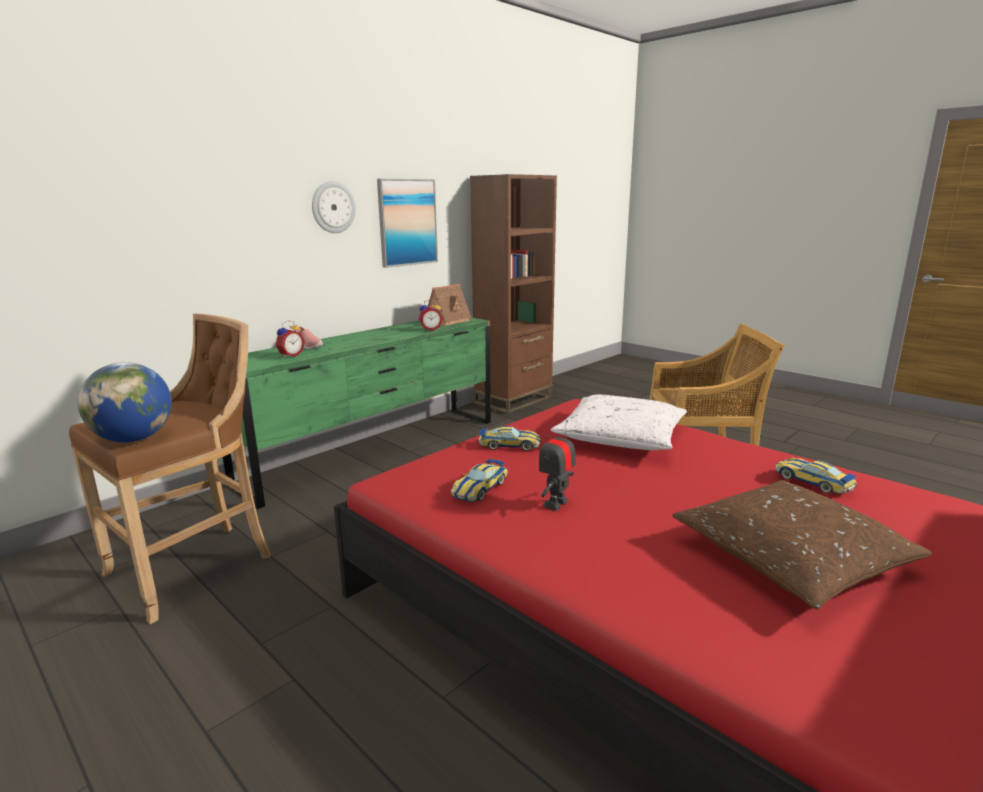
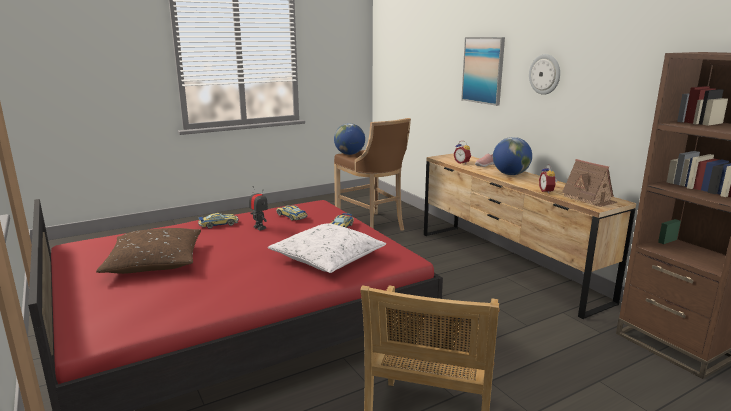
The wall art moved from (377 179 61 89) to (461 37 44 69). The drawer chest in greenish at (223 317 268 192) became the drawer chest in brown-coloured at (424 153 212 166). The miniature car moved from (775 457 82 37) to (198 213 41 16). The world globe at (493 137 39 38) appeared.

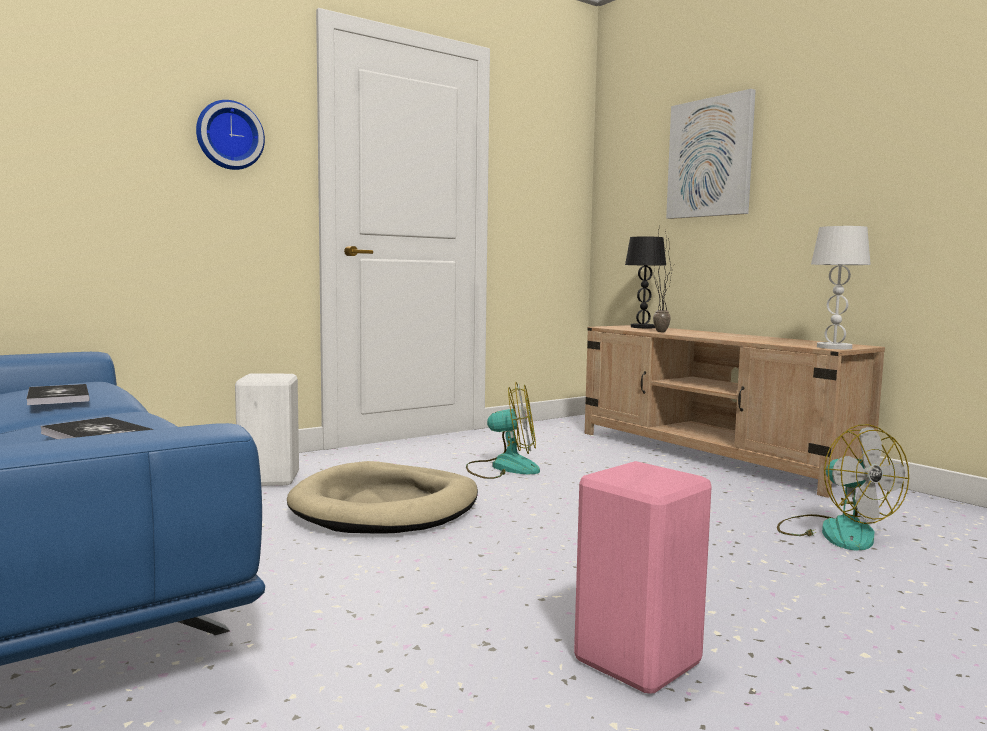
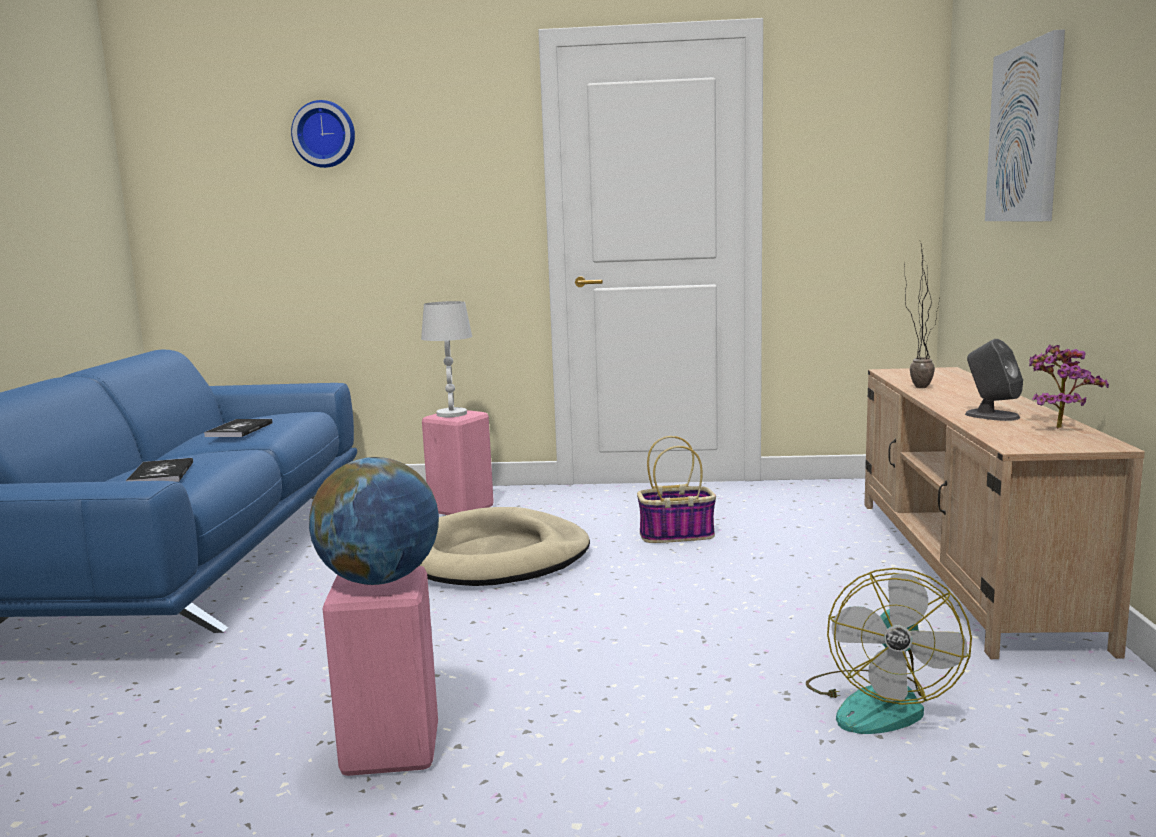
The clock on the wall moved from (196 100 69 70) to (291 100 64 68). The table lamp in whitish moved from (811 226 60 123) to (421 301 51 116). The table lamp in black-coloured at (625 237 41 91) disappeared. The stool seat in whitish at (235 374 64 112) became the stool seat in pinkish at (422 410 72 105). The fan at (466 382 74 97) was replaced by the basket at (637 436 79 107). The audio speaker in gray at (965 339 58 82) appeared. The plant in a pot at (1029 344 80 85) appeared. The world globe at (309 457 130 128) appeared.

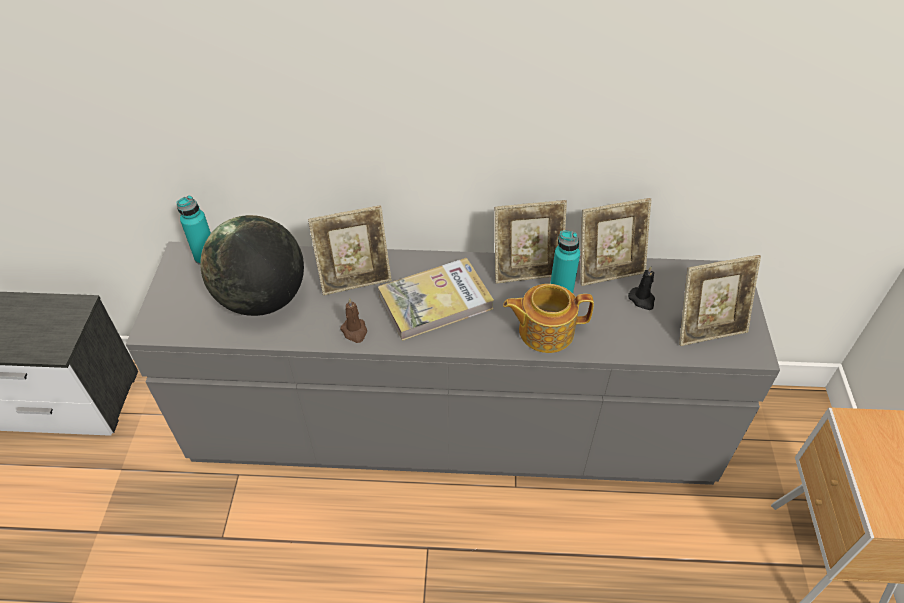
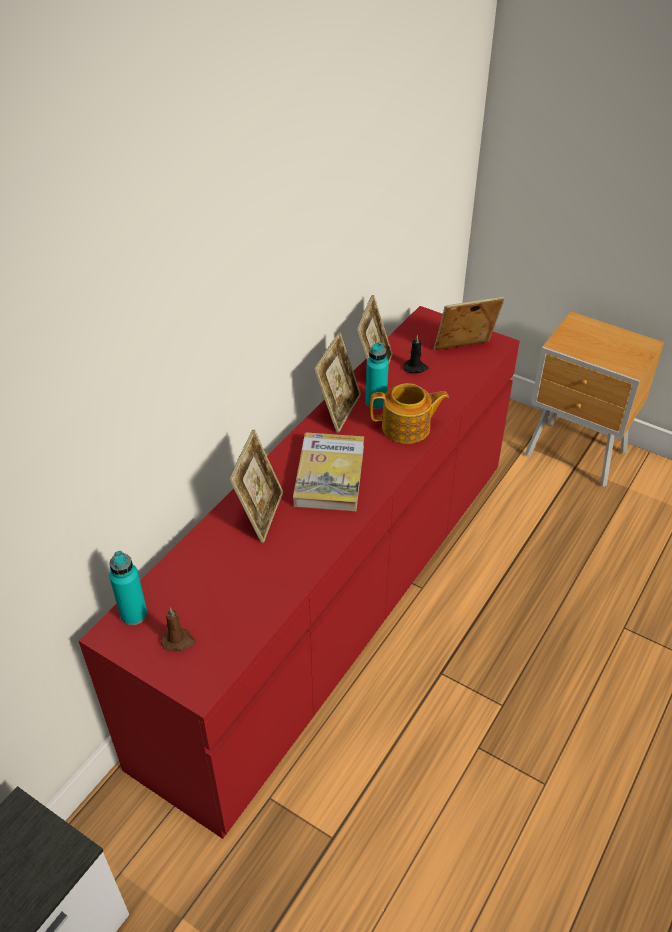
The world globe at (200 215 104 101) disappeared. The drawer chest in gray at (126 242 654 243) became the drawer chest in reddish at (79 306 441 533). The photo frame at (679 255 82 91) turned 120 degrees counterclockwise. The tea pot at (503 284 91 69) turned 120 degrees counterclockwise. The candle in brown-coloured moved from (340 298 27 45) to (161 607 35 44).

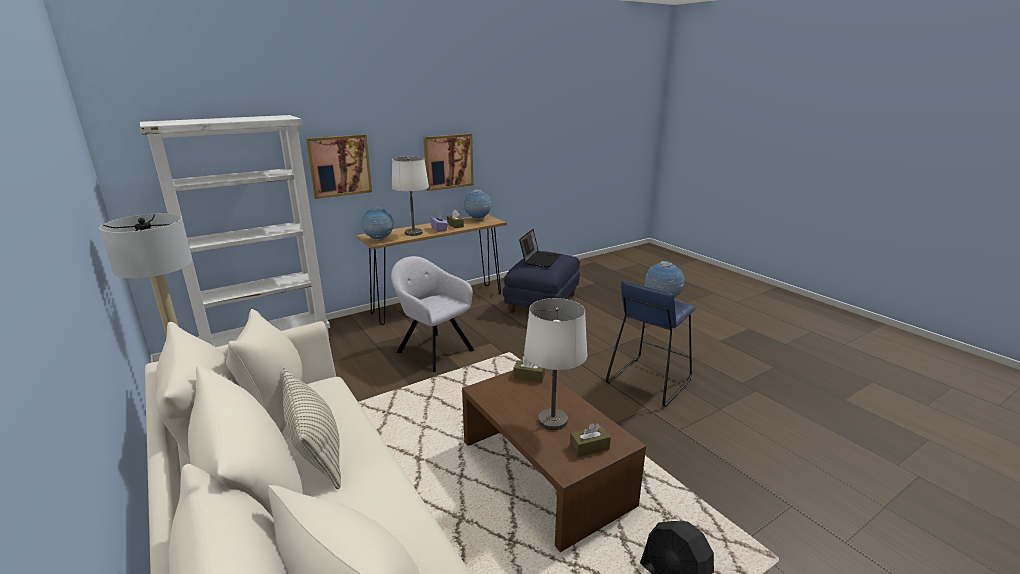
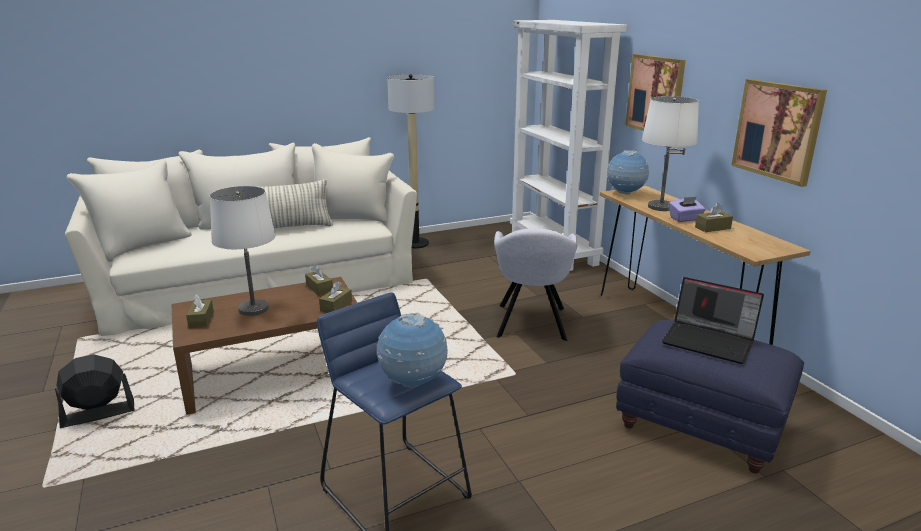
The world globe at (464 190 28 30) disappeared. The lounge chair in gray at (391 256 83 116) turned 135 degrees clockwise. The box of tissues in brown-coloured at (305 265 28 31) appeared.

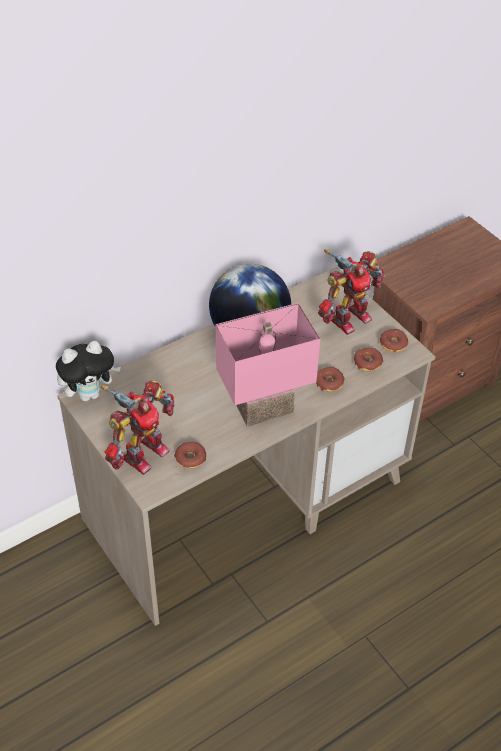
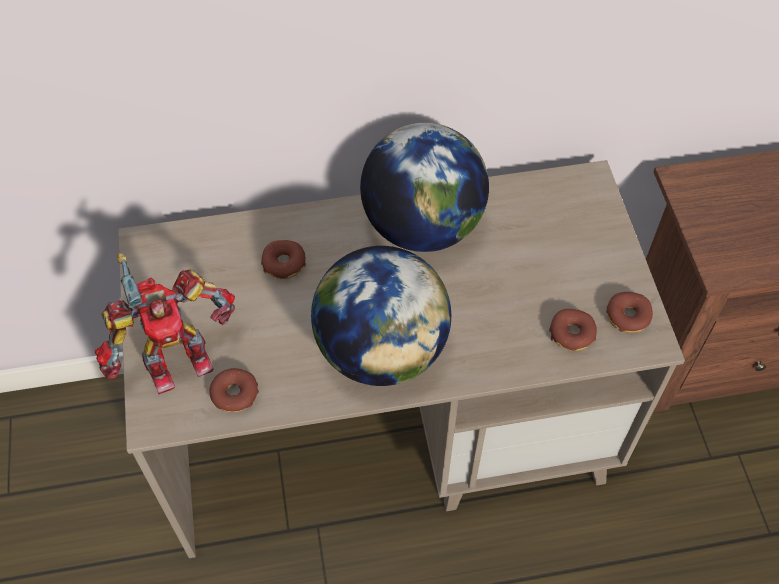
The toy robot at (318 249 66 86) disappeared. The table lamp in pinkish at (216 303 104 124) was replaced by the world globe at (311 246 140 140). The soft toy at (56 341 65 60) disappeared. The ring doughnut moved from (316 367 29 25) to (261 240 45 39).

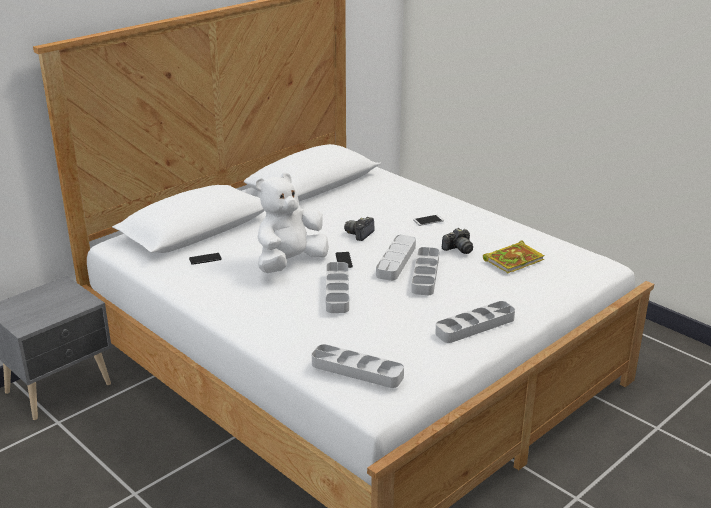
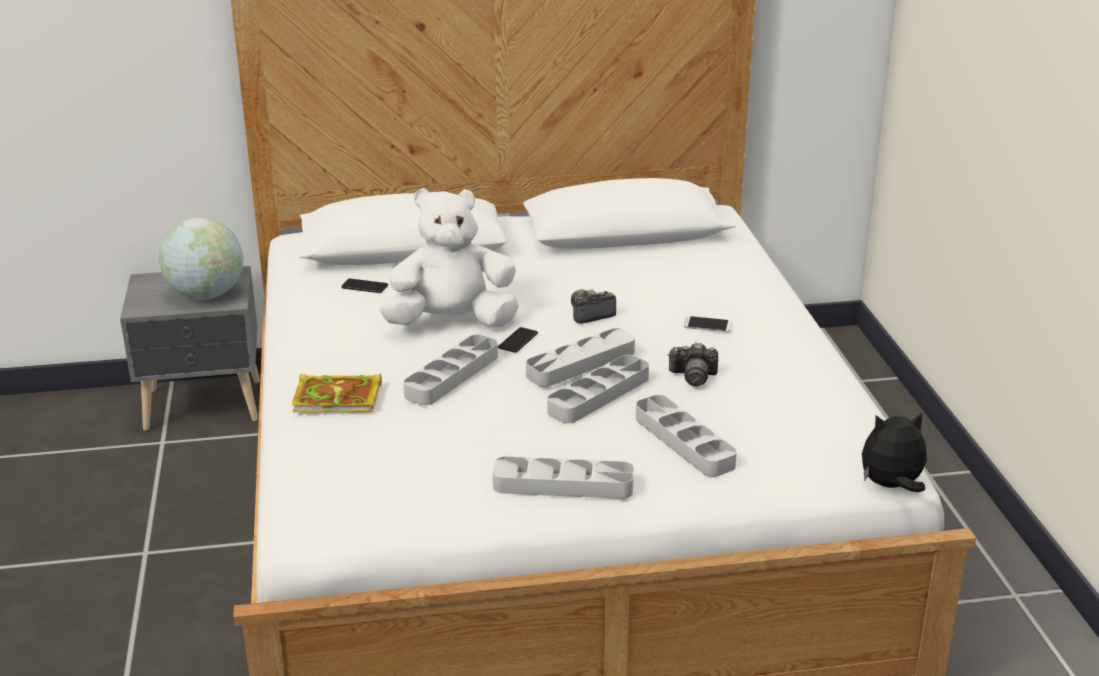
The volume moved from (483 240 62 33) to (292 374 90 39). The carrying tray in gray moved from (312 344 92 44) to (636 395 101 82). The world globe at (159 218 84 82) appeared. The soft toy at (862 412 65 80) appeared.

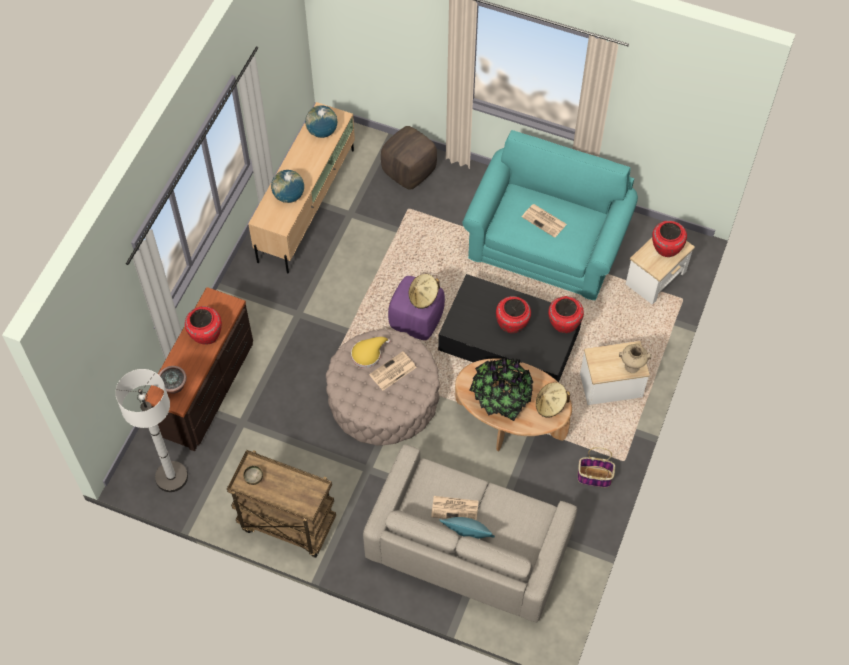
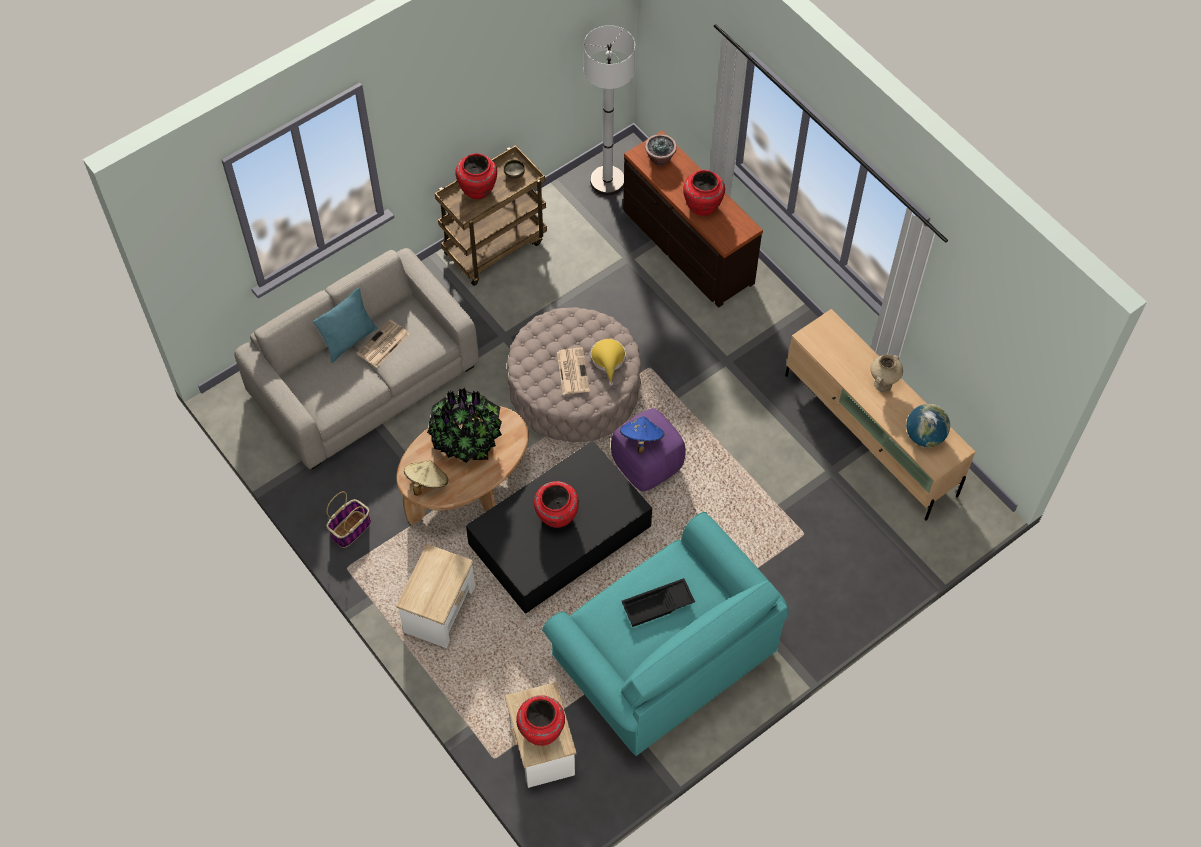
The ottoman in brown-coloured at (381 126 56 64) disappeared. The world globe at (271 170 33 33) disappeared. The newspaper at (522 204 45 34) was replaced by the carrying tray in black-coloured at (621 578 74 49). The wearable hat in sand-coloured at (409 274 31 35) became the wearable hat in blue at (620 416 45 38). The flower vase in reddish moved from (548 296 36 37) to (456 153 41 46). The flower vase in sand-coloured moved from (619 344 32 29) to (870 354 33 38).

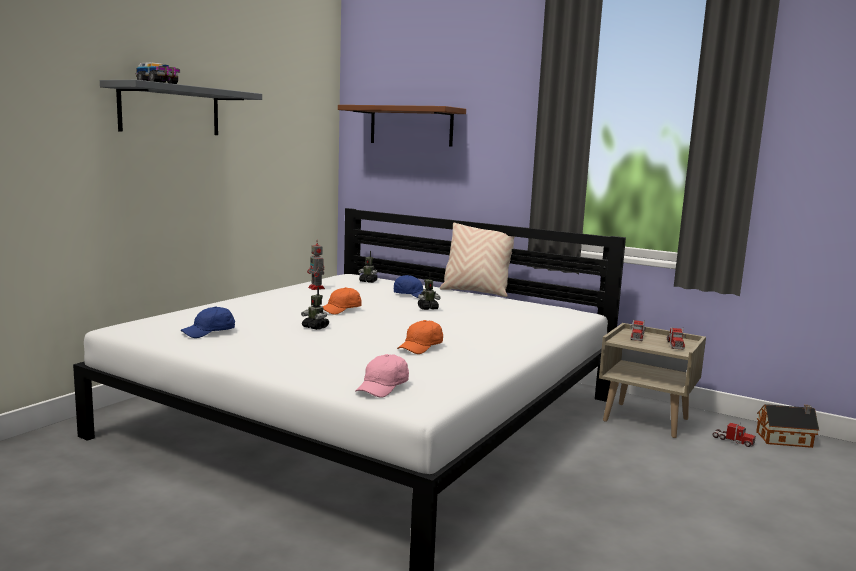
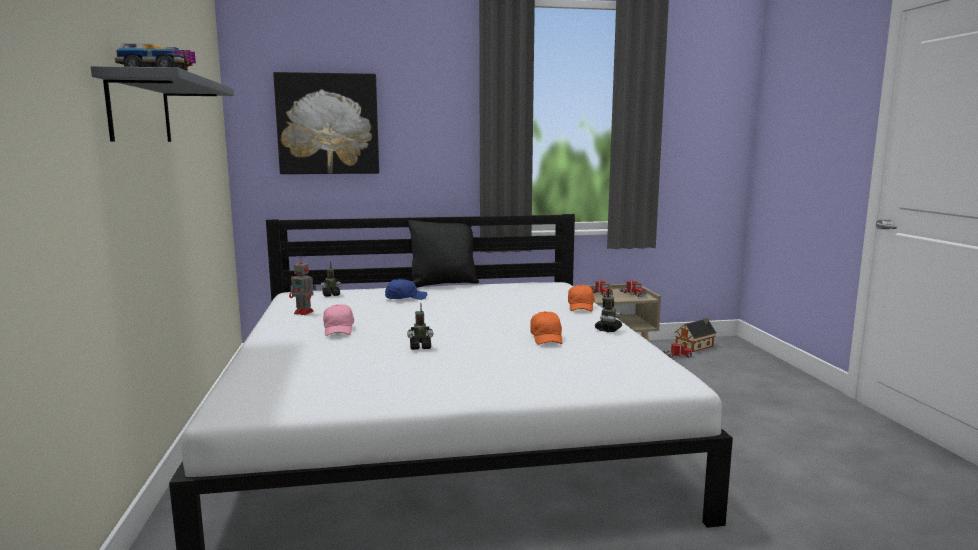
The shelf in brown-coloured at (338 105 128 42) was replaced by the wall art at (273 72 106 102). The throw pillow in sand-coloured at (440 223 75 74) became the throw pillow in black-coloured at (408 220 71 68). The toy robot moved from (418 272 23 38) to (595 289 27 43). The baseball cap in orangey moved from (322 287 40 28) to (568 285 27 27). The baseball cap in blue at (181 306 54 32) disappeared. The baseball cap in pinkish moved from (355 354 54 44) to (323 304 31 32).

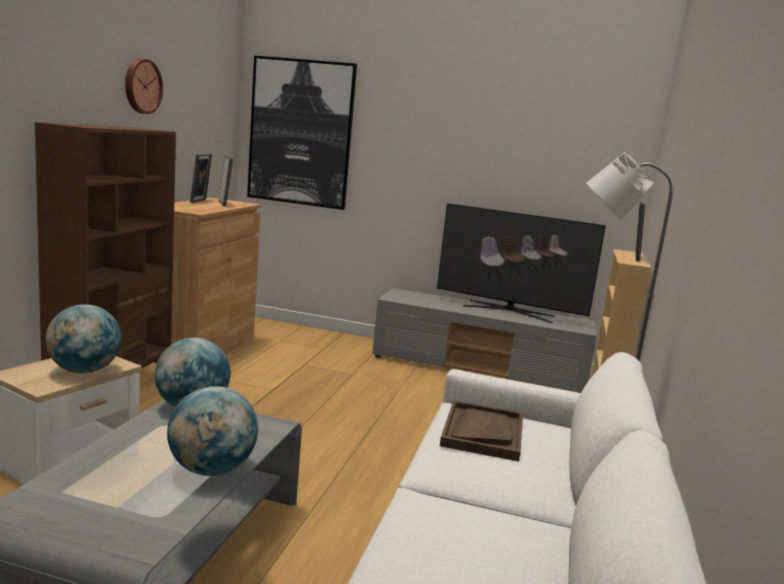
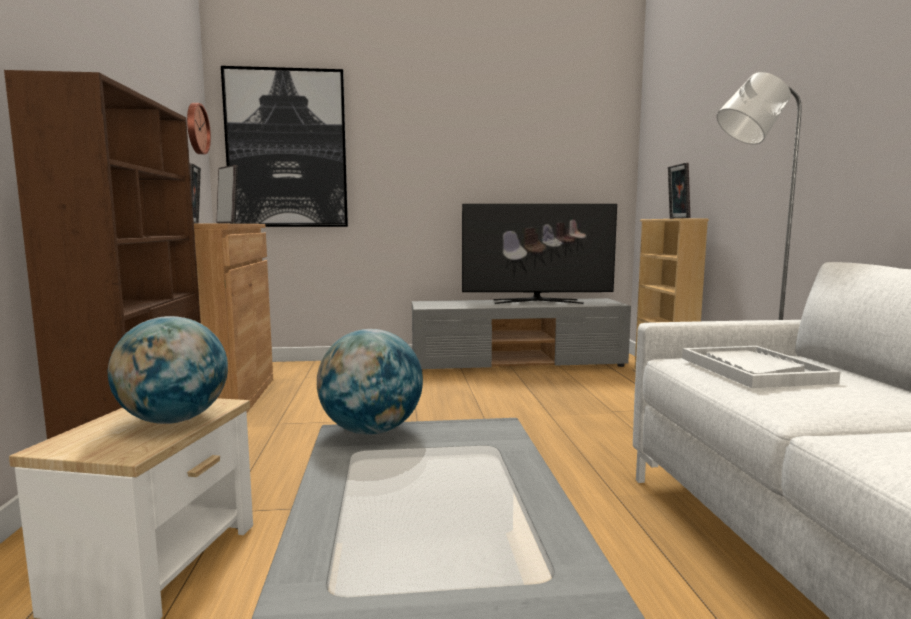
The clock on the wall moved from (125 59 38 55) to (187 103 24 51). The world globe at (167 386 91 90) disappeared. The carrying tray in brown-coloured at (440 400 83 62) became the carrying tray in whitish at (682 346 158 42).

